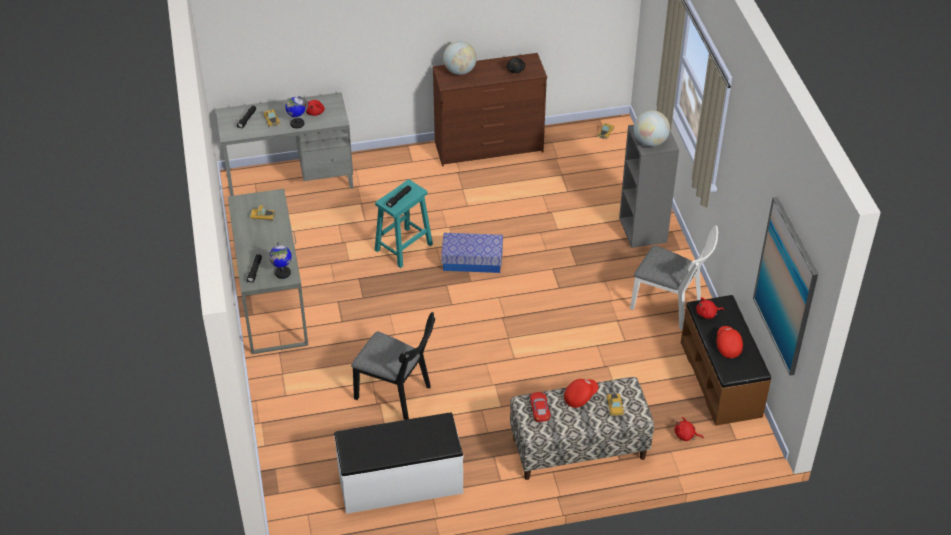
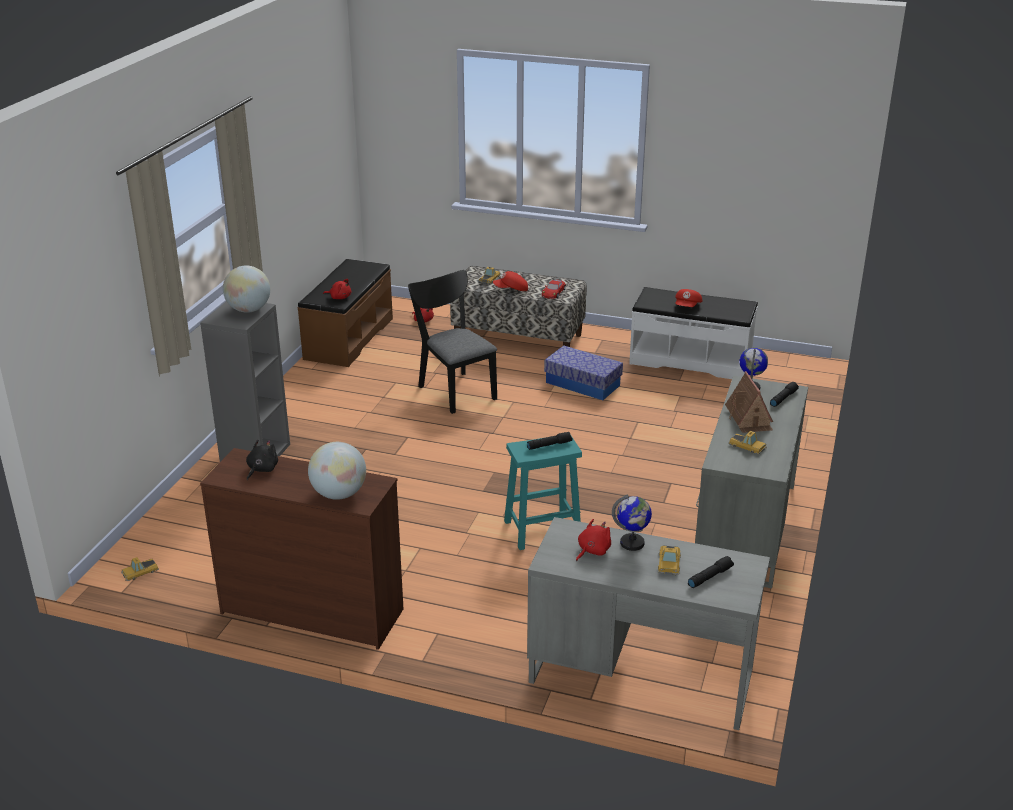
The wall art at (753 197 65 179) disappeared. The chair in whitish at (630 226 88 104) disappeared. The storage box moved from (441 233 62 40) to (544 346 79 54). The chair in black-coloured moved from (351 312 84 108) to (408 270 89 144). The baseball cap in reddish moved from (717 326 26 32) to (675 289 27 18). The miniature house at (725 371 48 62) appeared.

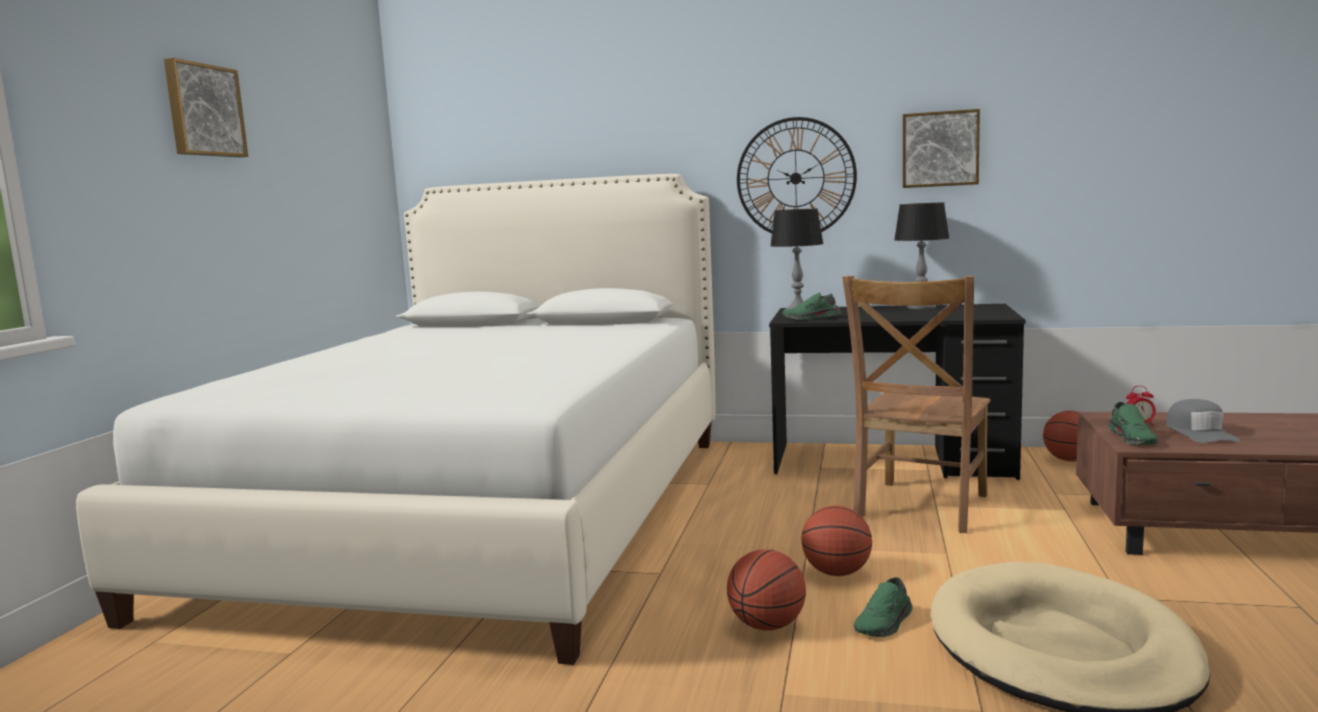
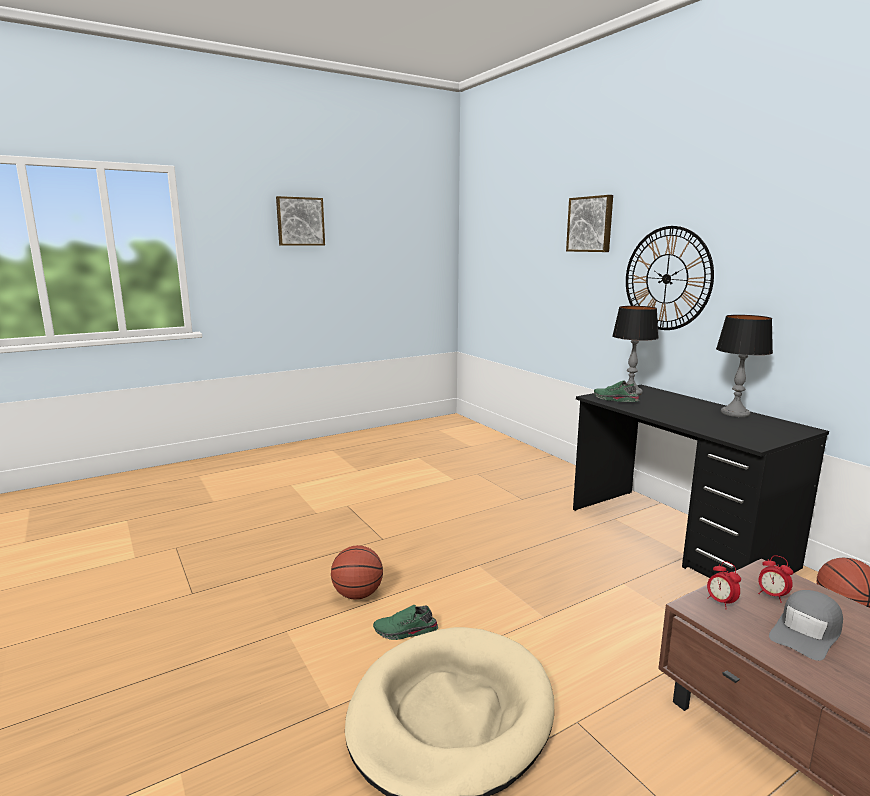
The wall art moved from (903 109 77 79) to (566 195 47 57). The bed in whitish at (76 174 640 491) disappeared. The chair in brown-coloured at (842 276 148 257) disappeared. The item of footwear in greenish at (1108 402 50 43) was replaced by the alarm clock at (707 561 34 48). The basketball at (801 505 71 71) disappeared.

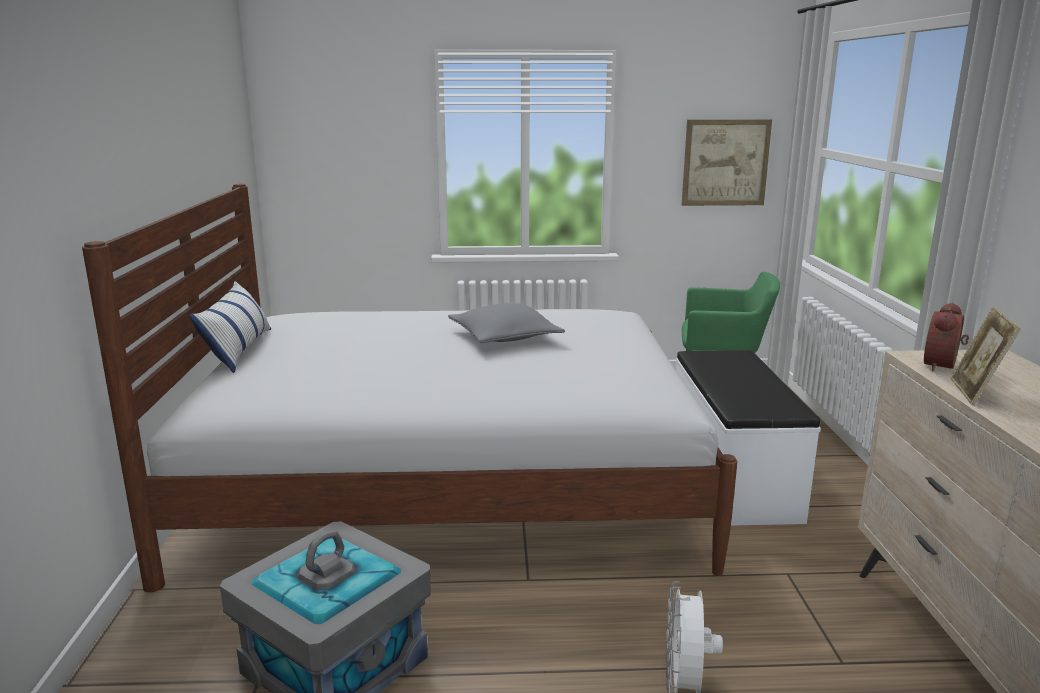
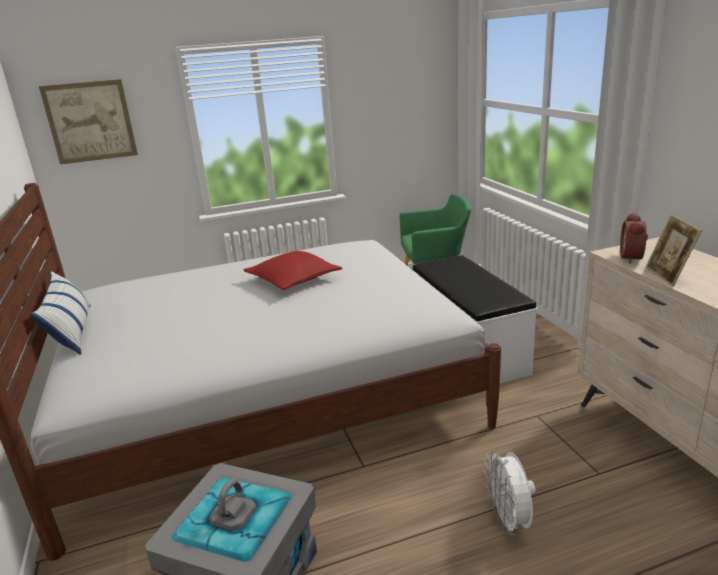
The wall art moved from (682 119 90 87) to (39 79 99 85). The throw pillow in gray at (448 303 117 40) became the throw pillow in reddish at (243 251 99 39).

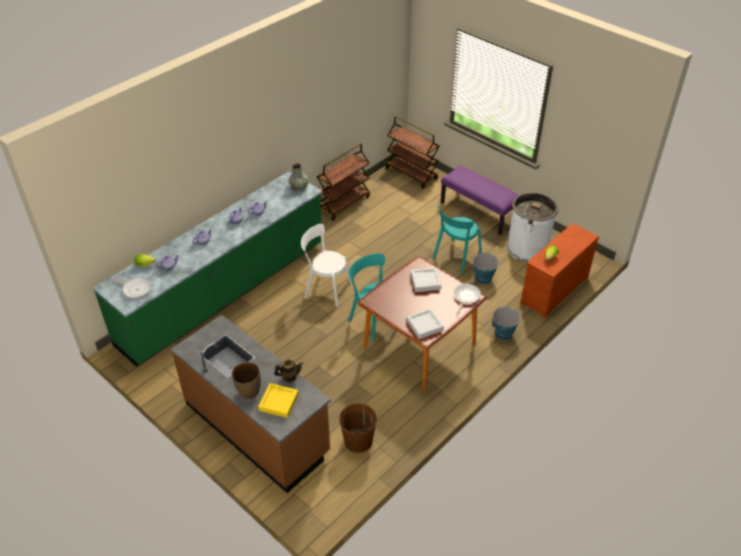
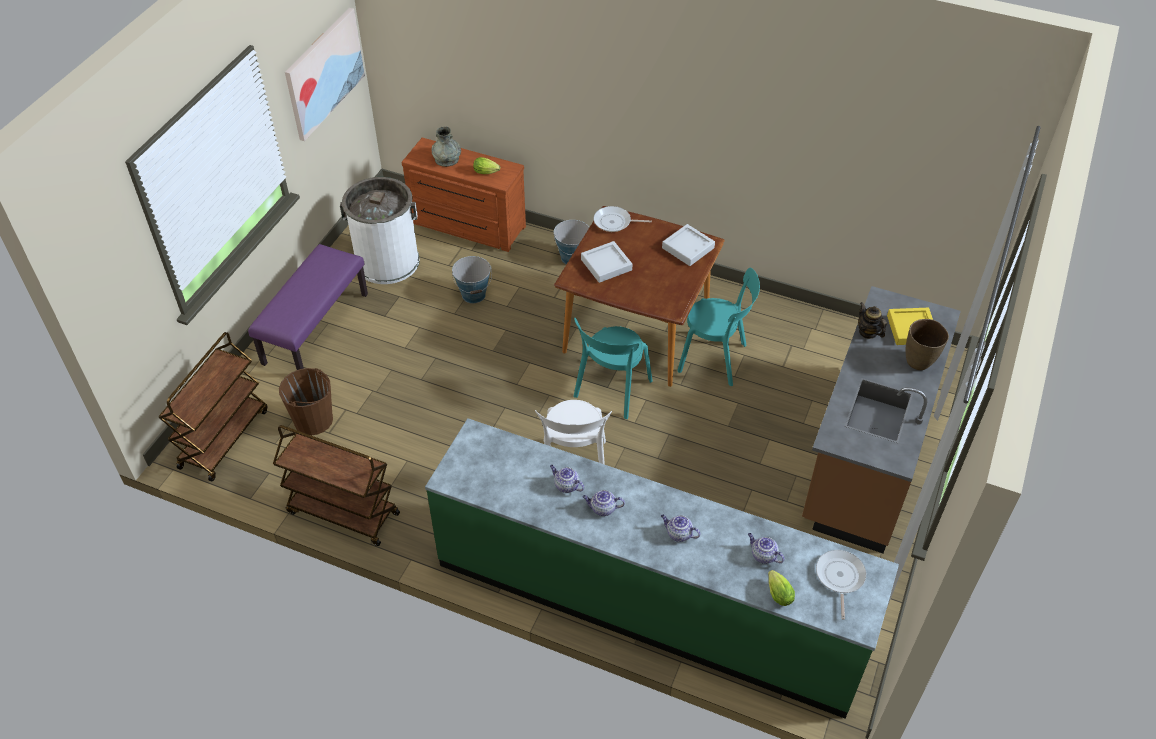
The flower vase in gray moved from (289 163 20 28) to (431 126 30 41). The chair in turquoise moved from (433 205 49 68) to (677 268 83 118). The bucket in brown-coloured moved from (339 403 38 50) to (279 368 54 67). The wall art at (285 8 80 133) appeared.

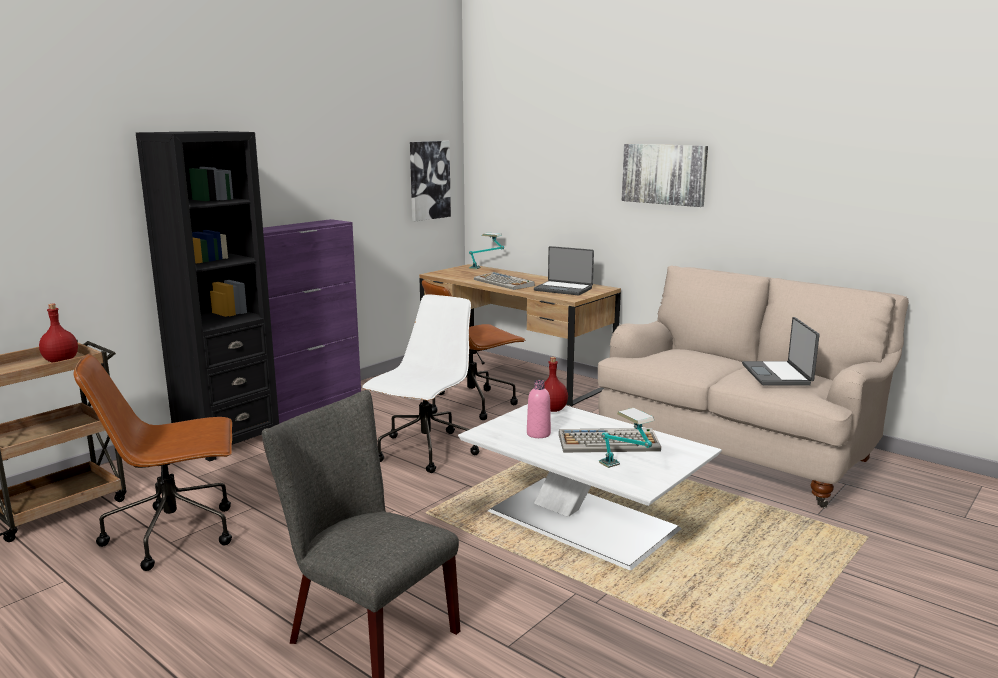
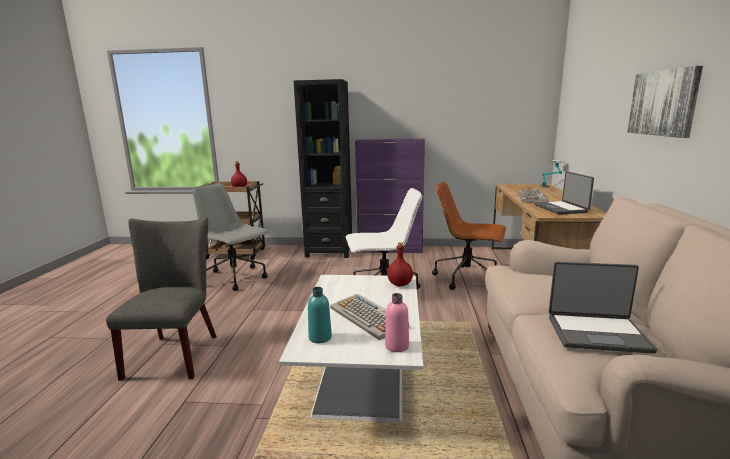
The wall art at (410 141 41 80) disappeared. The notebook computer at (742 317 77 69) turned 135 degrees counterclockwise. The desk chair in brown-coloured at (74 354 158 217) became the desk chair in gray at (192 183 78 108). The beverage bottle in pinkish moved from (527 380 24 58) to (385 293 24 59). The table lamp at (599 408 55 60) was replaced by the beverage bottle in turquoise at (308 287 24 56).

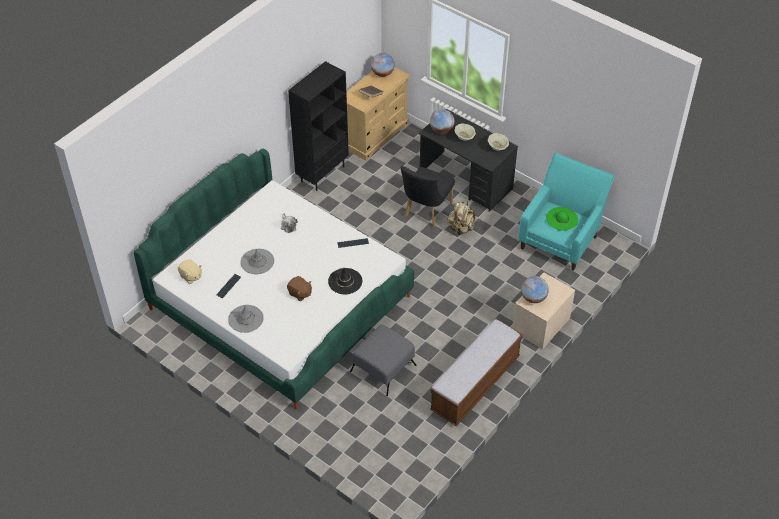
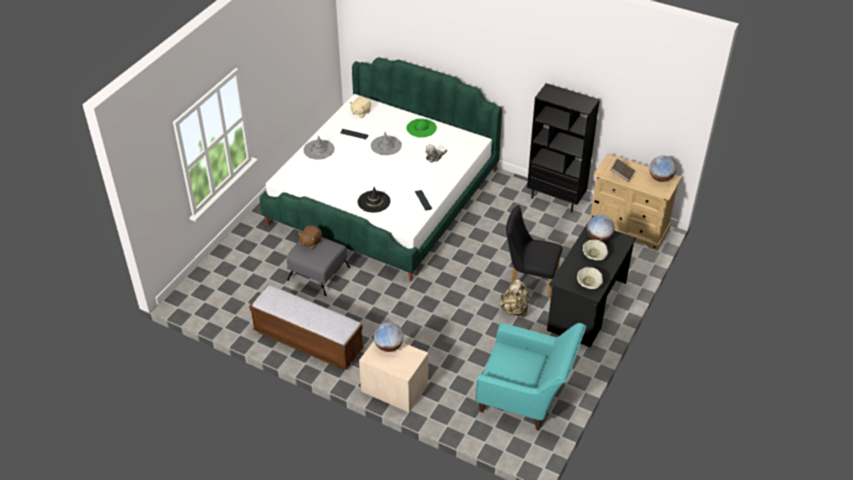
The wearable hat in greenish moved from (546 207 32 24) to (406 119 31 19). The soft toy in brown-coloured moved from (287 276 25 25) to (298 225 24 24).

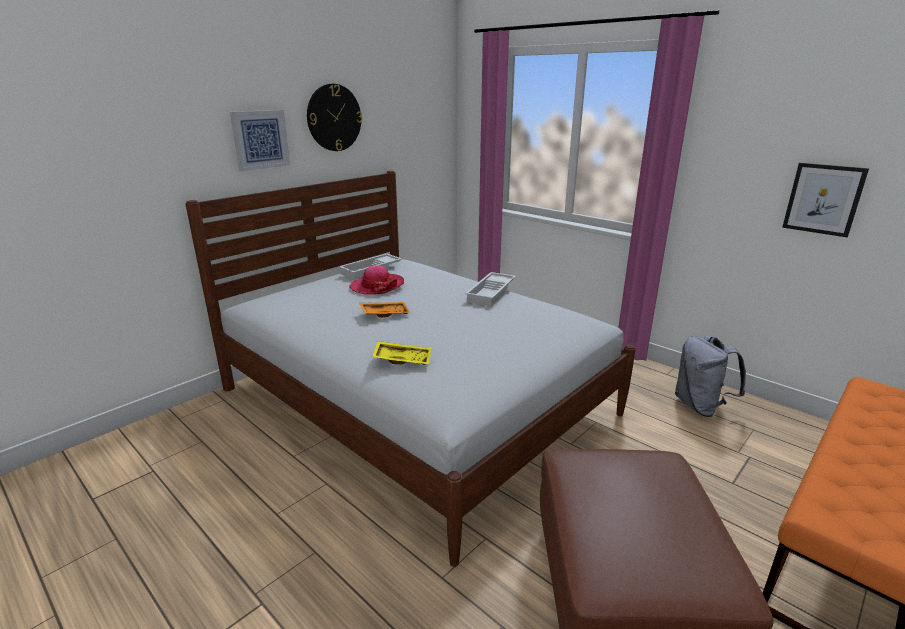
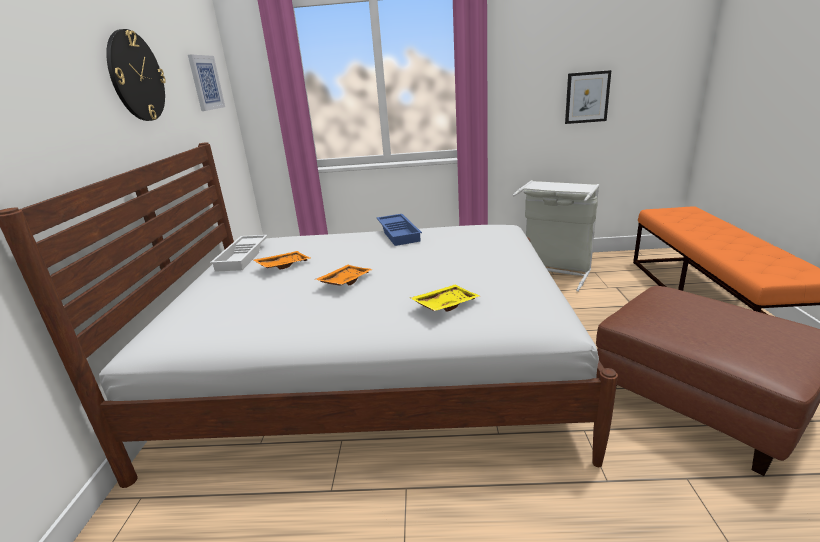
The wall art moved from (230 110 60 61) to (188 55 37 56). The wearable hat at (349 265 55 30) was replaced by the carrying tray in orangey at (254 251 56 18). The carrying tray in whitish at (465 272 51 34) became the carrying tray in blue at (377 214 45 32). The backpack in gray at (675 336 71 81) was replaced by the washing basket in gray at (513 180 86 112).

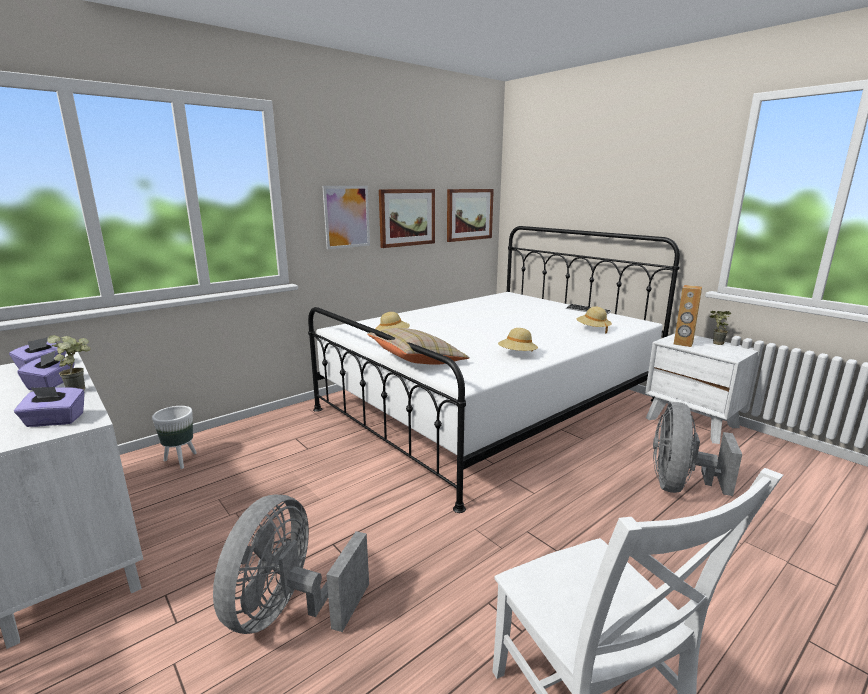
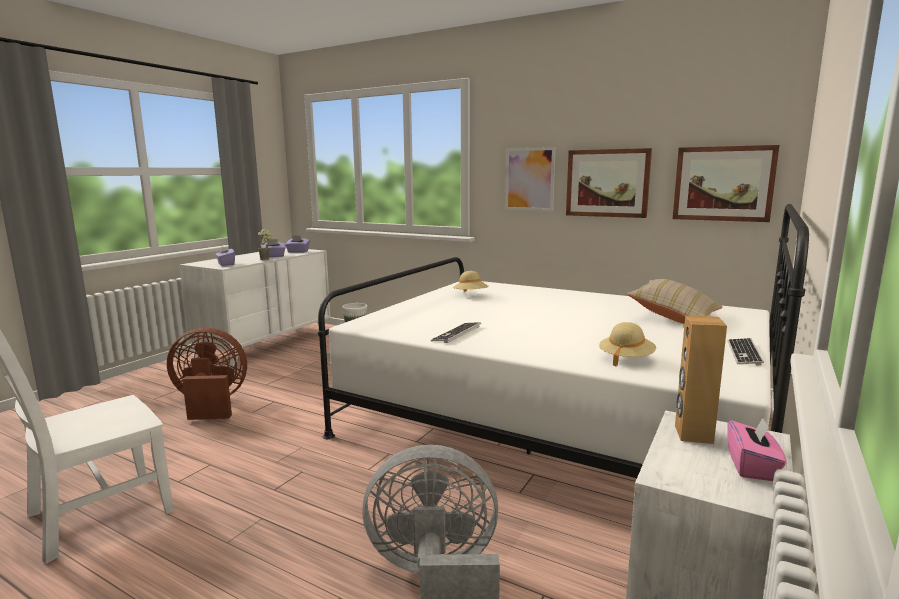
The plant in a pot at (709 311 22 34) was replaced by the box of tissues in pinkish at (728 416 58 65). The throw pillow in sand-coloured moved from (367 328 103 37) to (627 279 95 45). The wearable hat in sand-coloured at (498 328 40 23) was replaced by the computer keyboard at (431 322 50 21). The fan in gray at (213 495 156 139) became the fan in brown-coloured at (167 328 80 92).

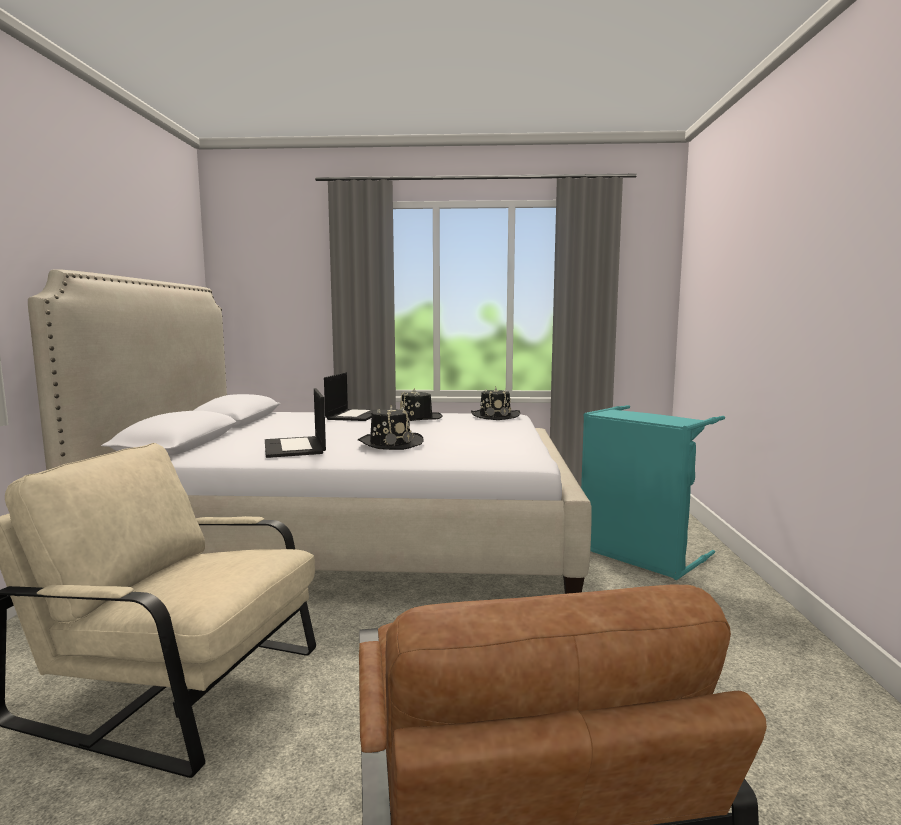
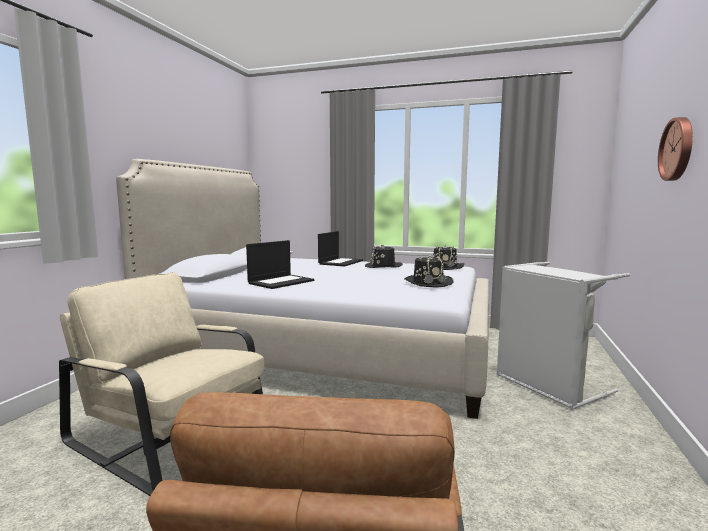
The notebook computer at (265 388 61 70) turned 135 degrees counterclockwise. The wearable hat in black-coloured moved from (358 405 66 45) to (404 256 50 32). The washing basket in turquoise at (581 405 144 175) became the washing basket in gray at (497 262 133 148). The clock on the wall at (658 117 35 64) appeared.

